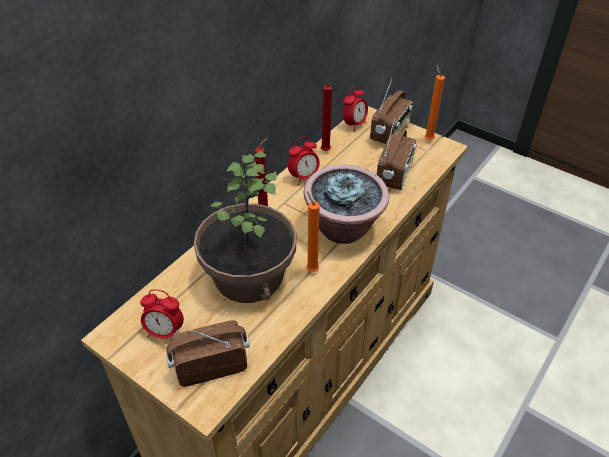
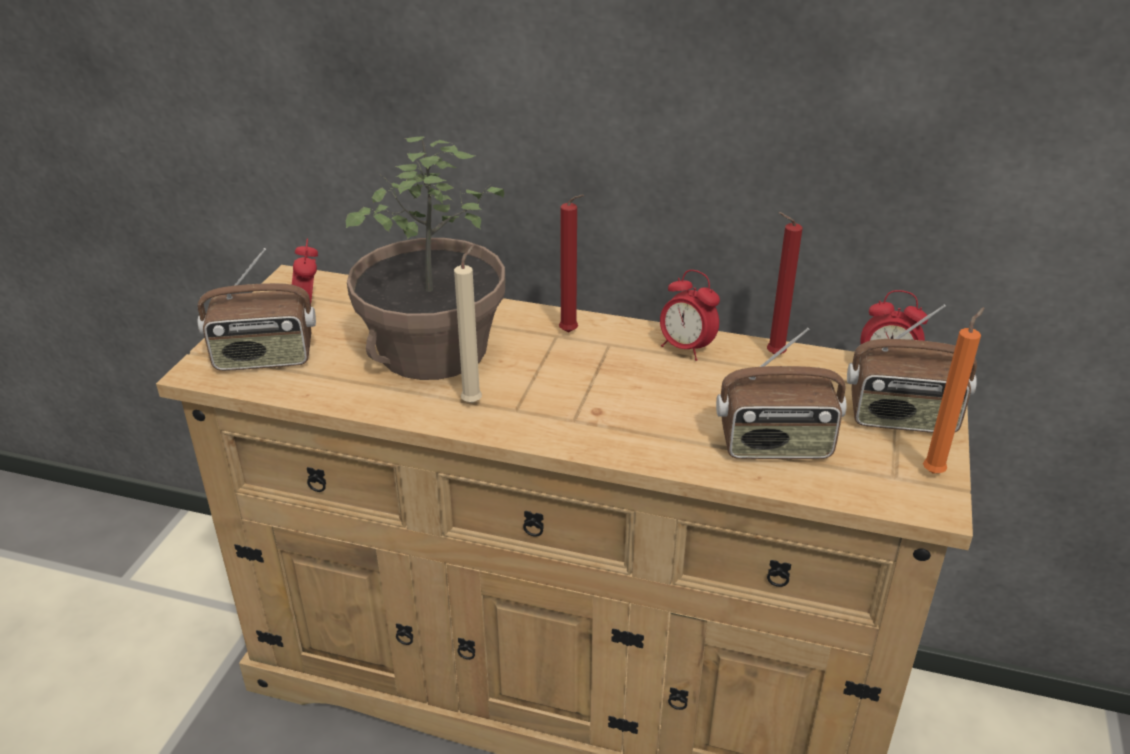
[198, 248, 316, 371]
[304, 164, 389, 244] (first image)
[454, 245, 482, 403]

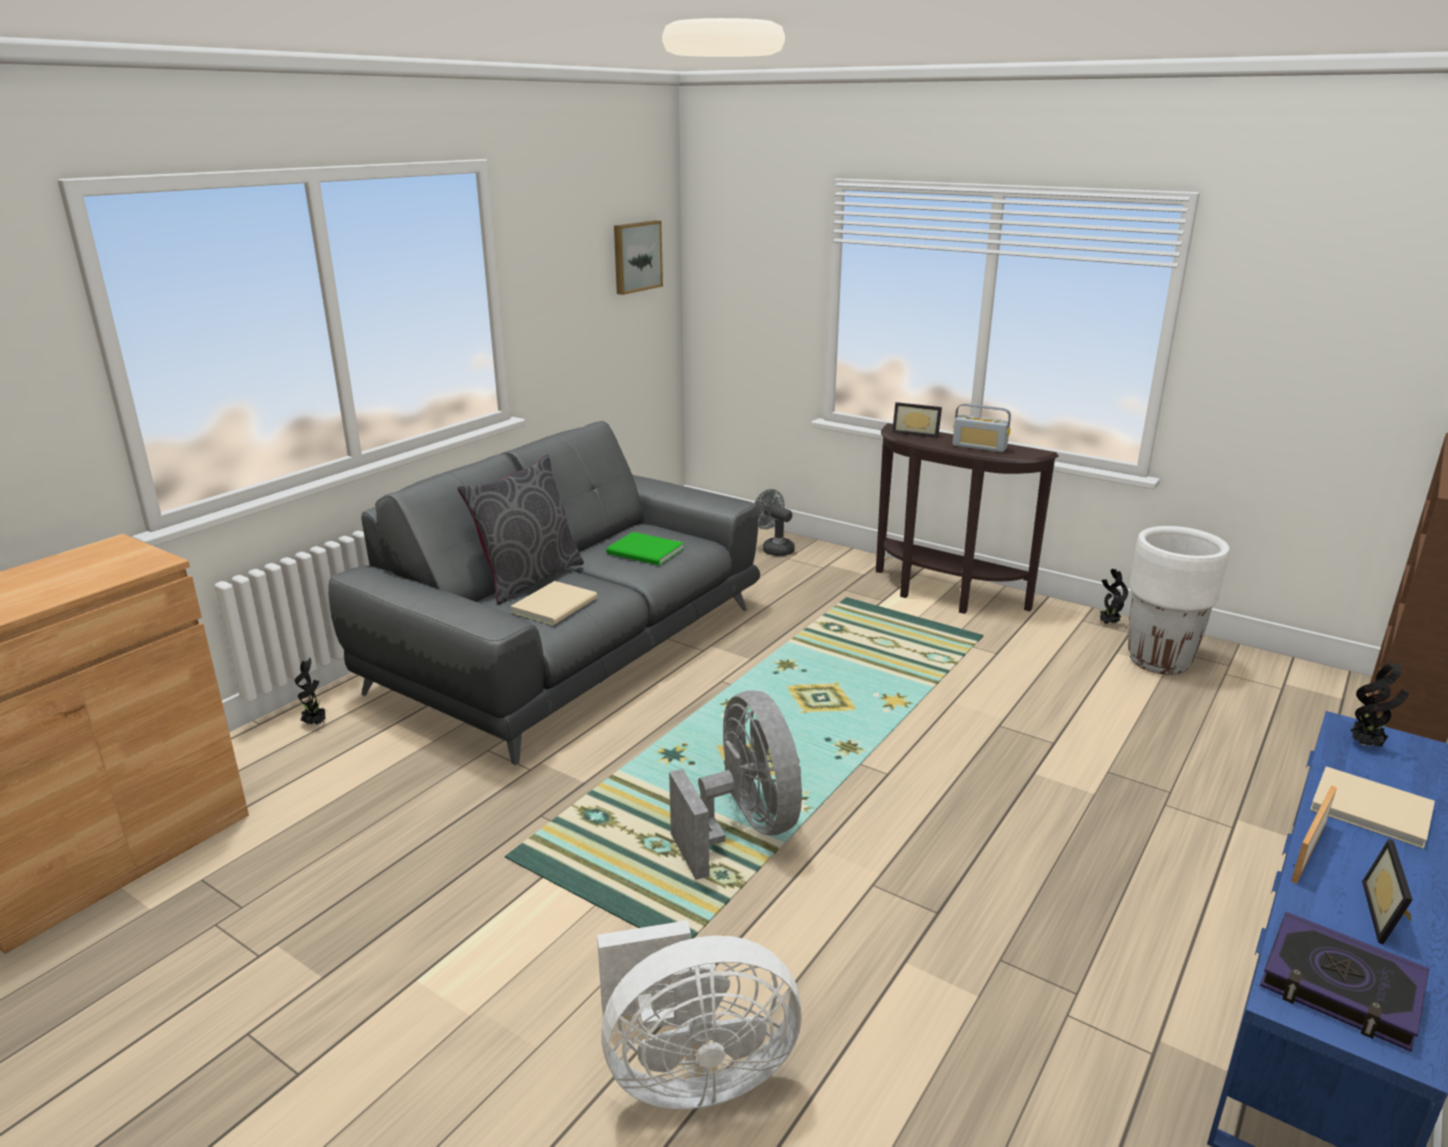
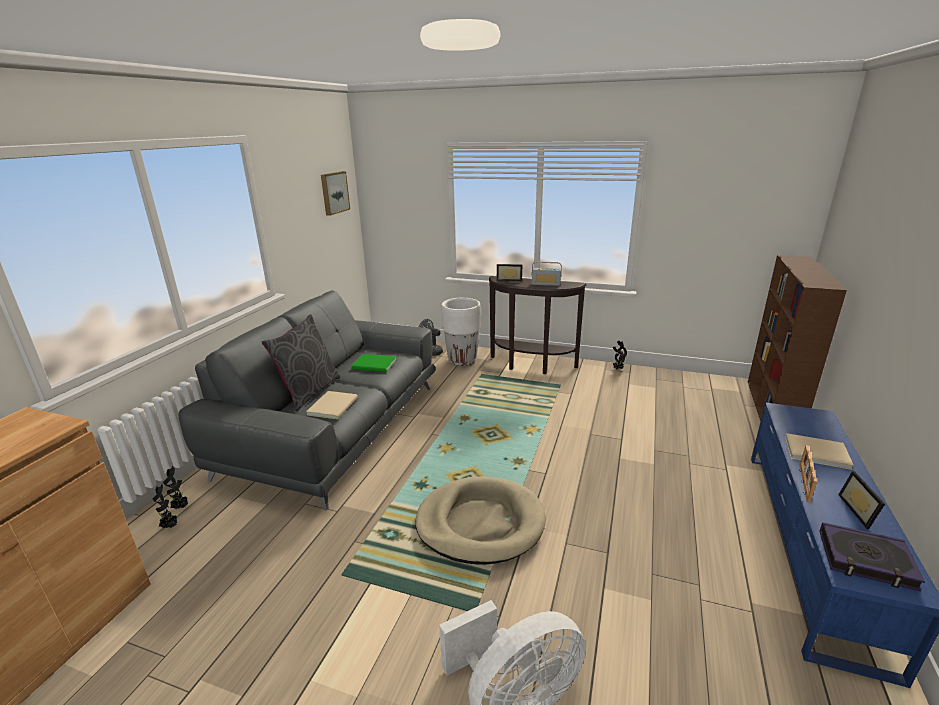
[415, 476, 546, 564]
[441, 298, 481, 366]
[153, 483, 177, 528]

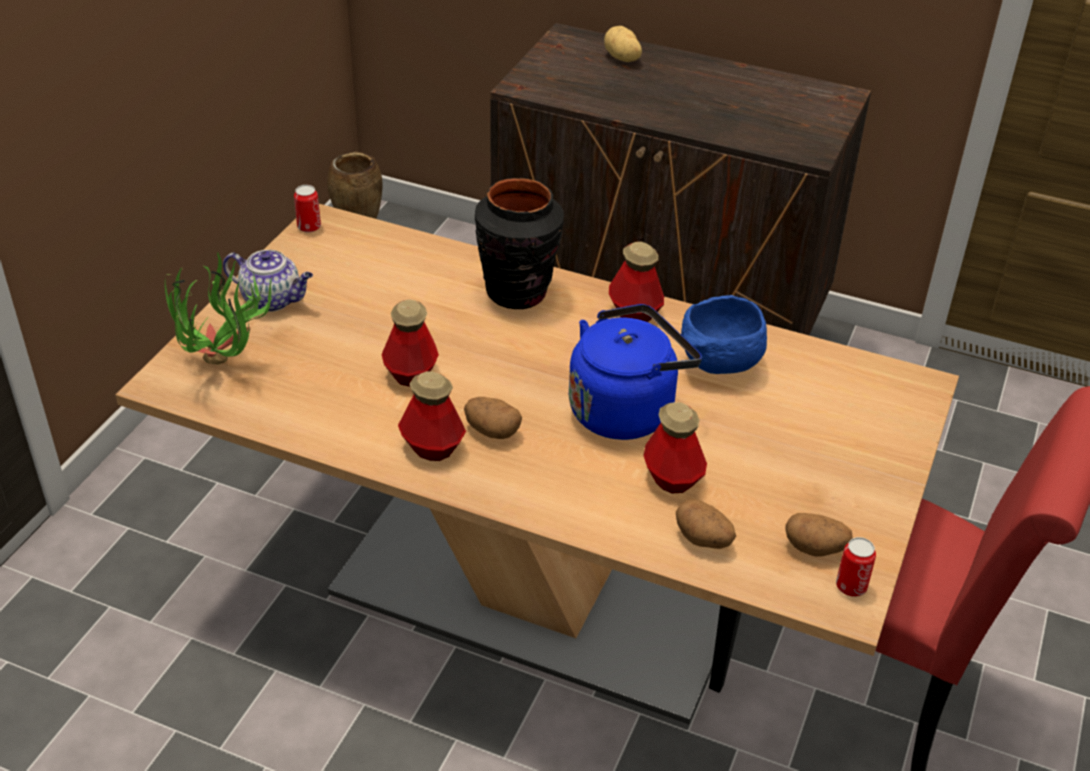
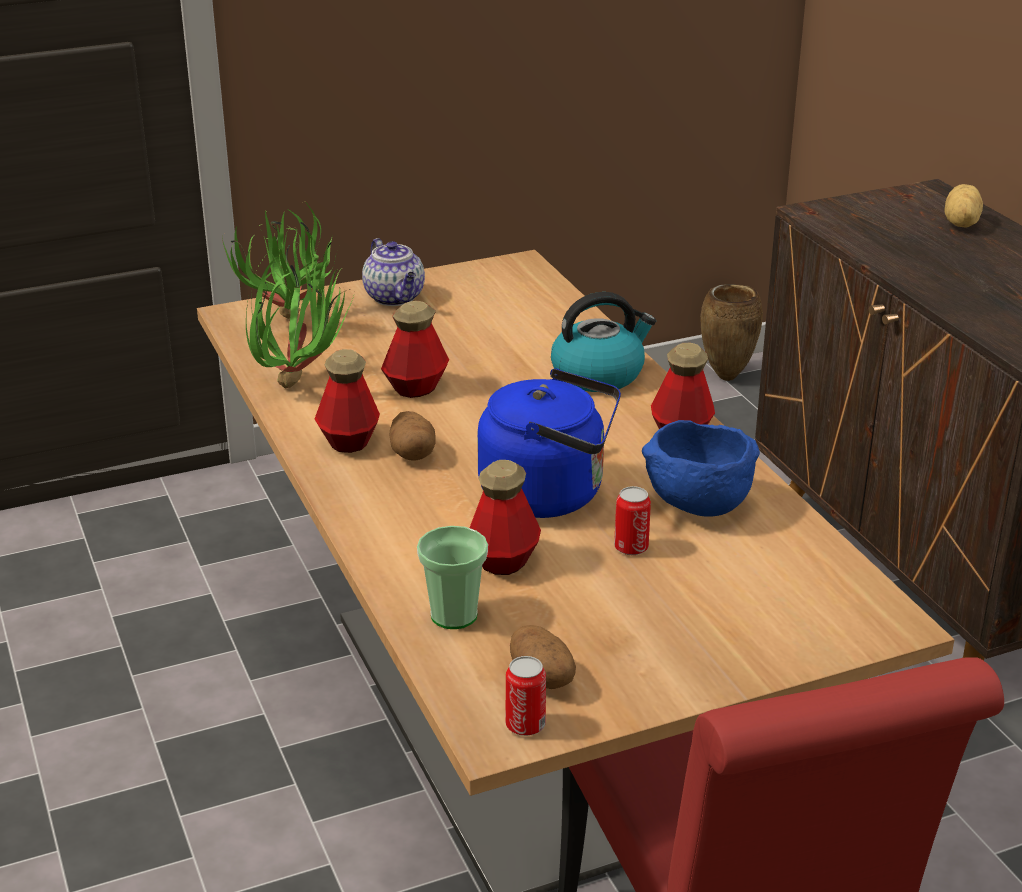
[614, 486, 651, 555]
[551, 292, 656, 392]
[417, 526, 488, 629]
[246, 255, 354, 388]

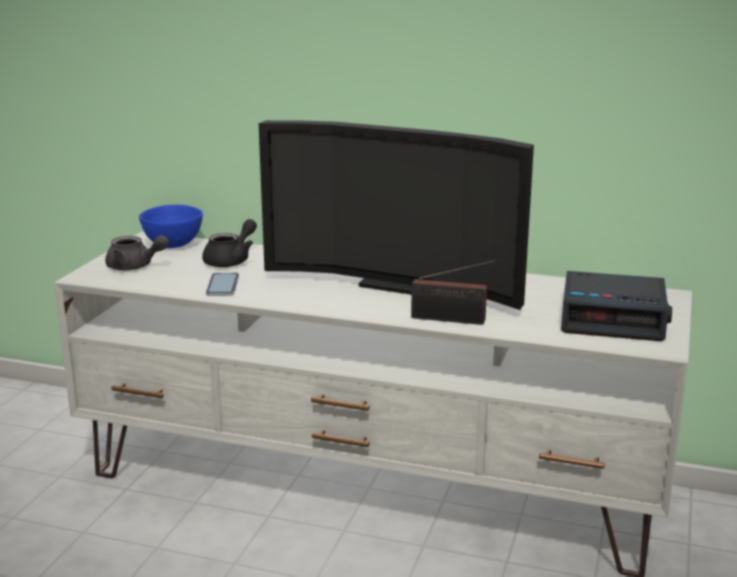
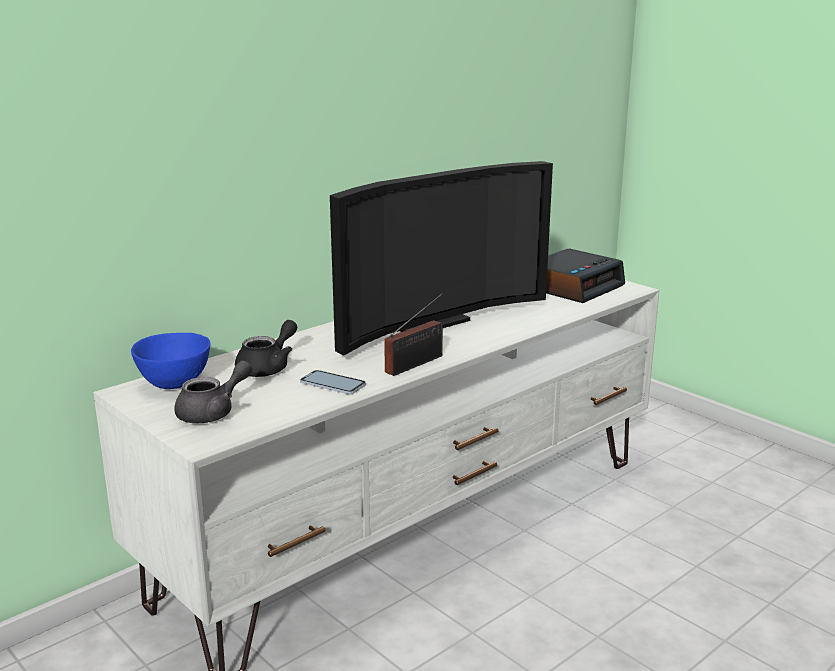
[235, 320, 297, 377]
[384, 293, 443, 376]

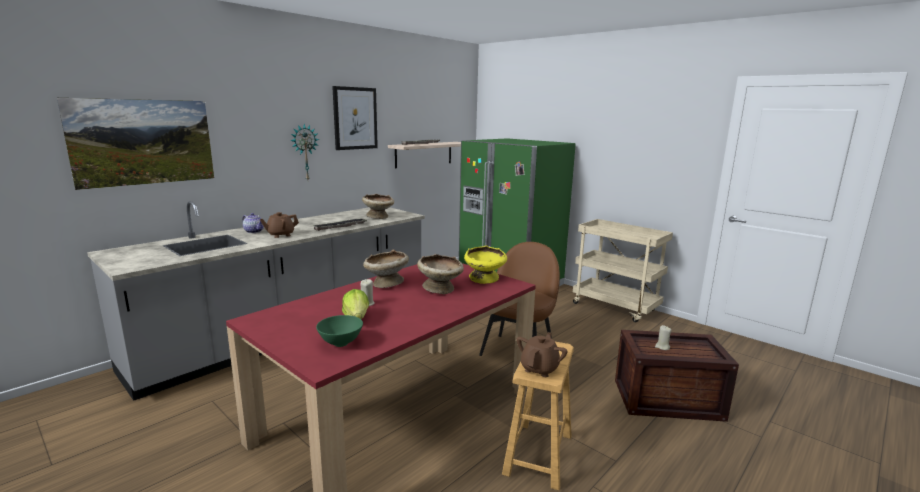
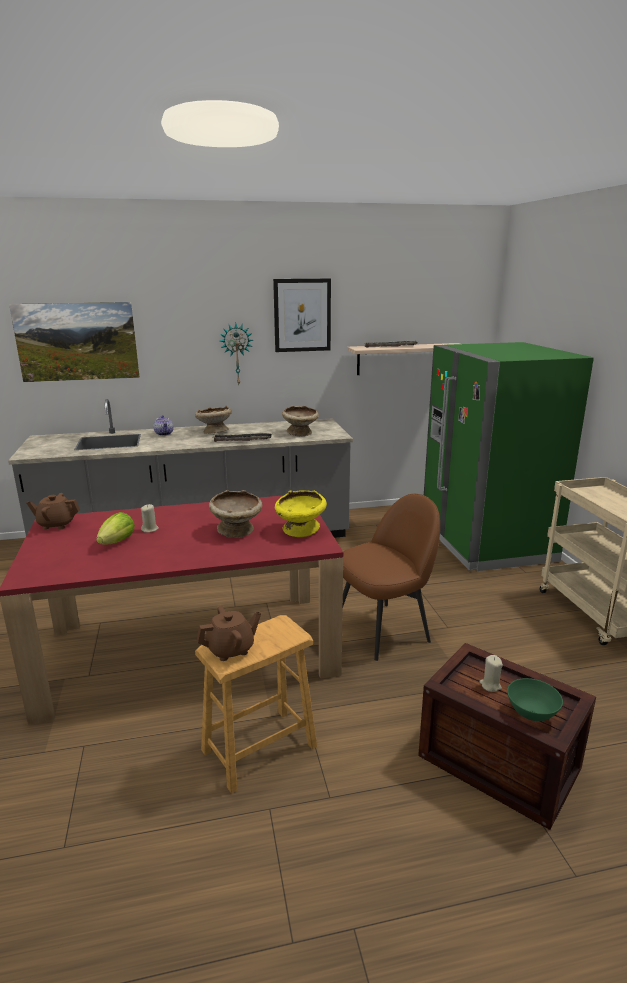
[26, 493, 80, 529]
[507, 678, 563, 721]
[195, 406, 232, 434]

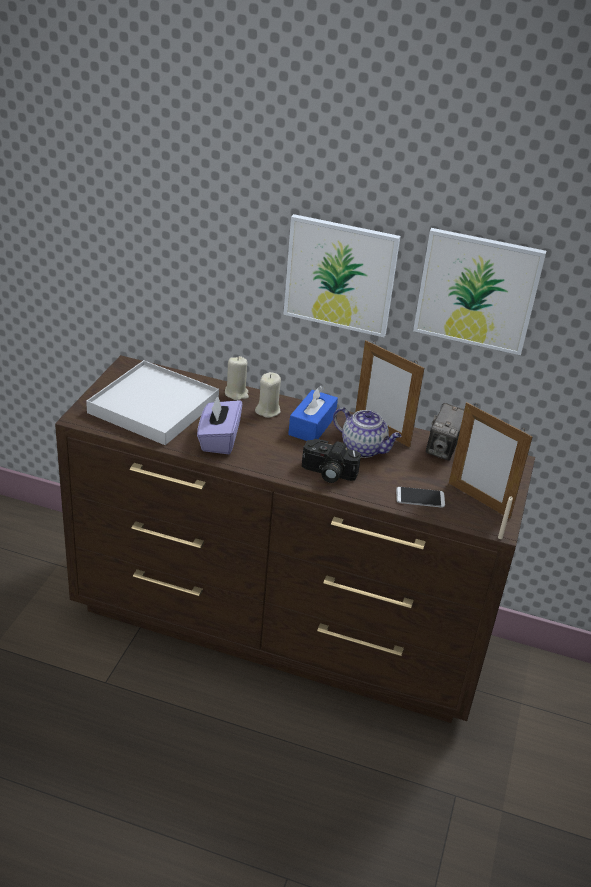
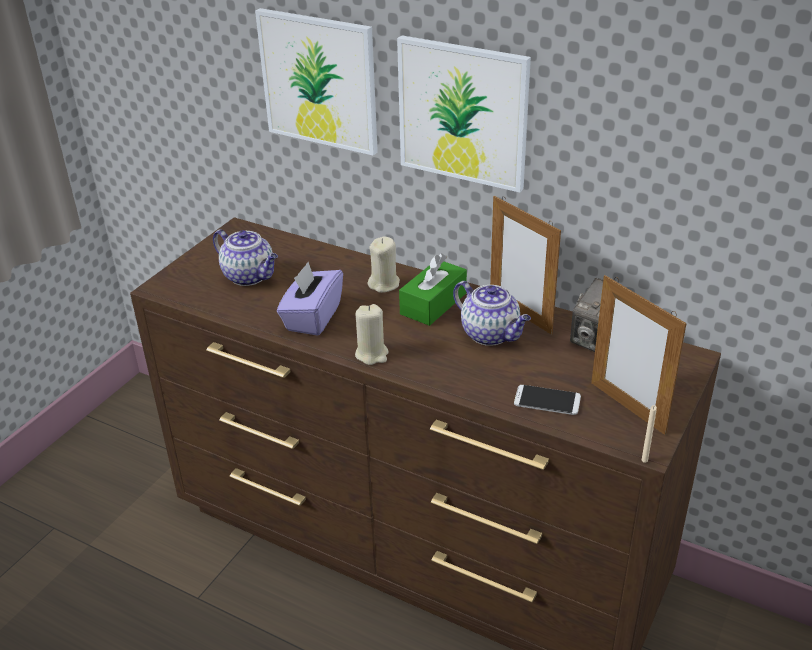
[213, 229, 278, 286]
[355, 304, 389, 365]
[399, 253, 467, 326]
[302, 439, 361, 483] (first image)
[255, 8, 378, 156]

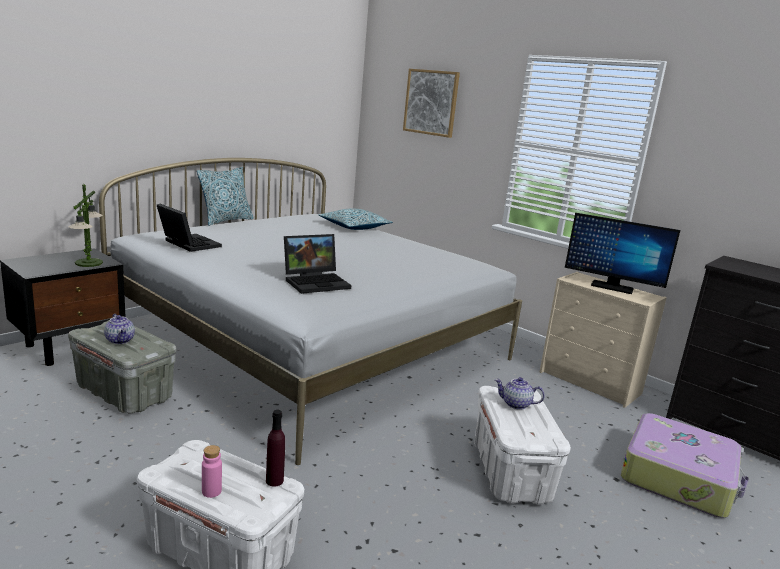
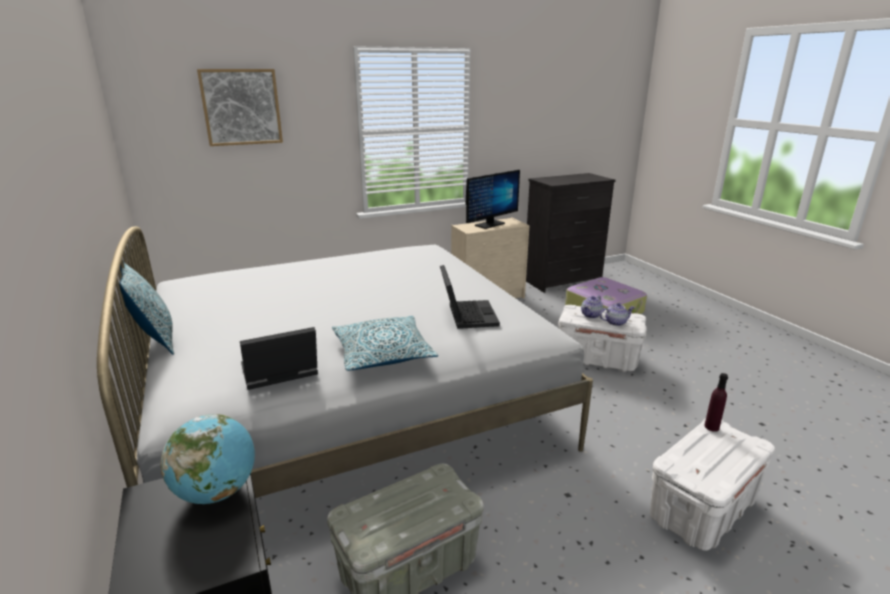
[161, 414, 255, 504]
[600, 303, 635, 326]
[202, 445, 222, 498] (first image)
[332, 316, 438, 371]

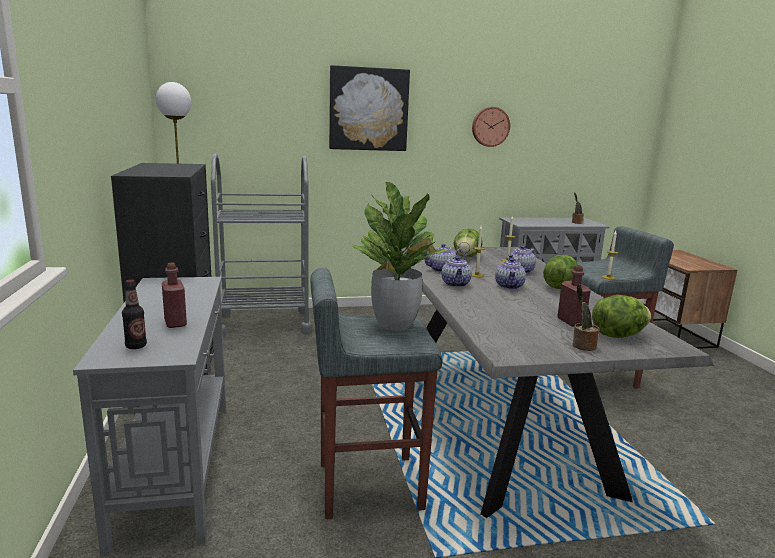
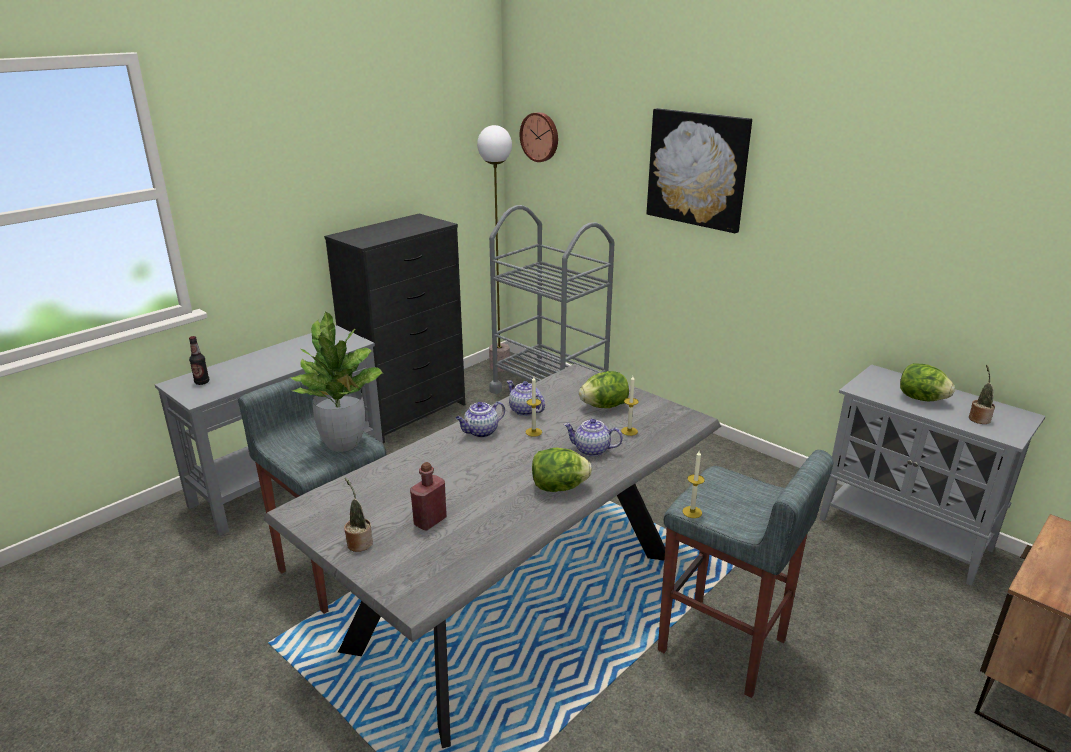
[162, 263, 187, 328] (first image)
[520, 112, 558, 162]
[495, 258, 526, 289] (first image)
[900, 363, 955, 401]

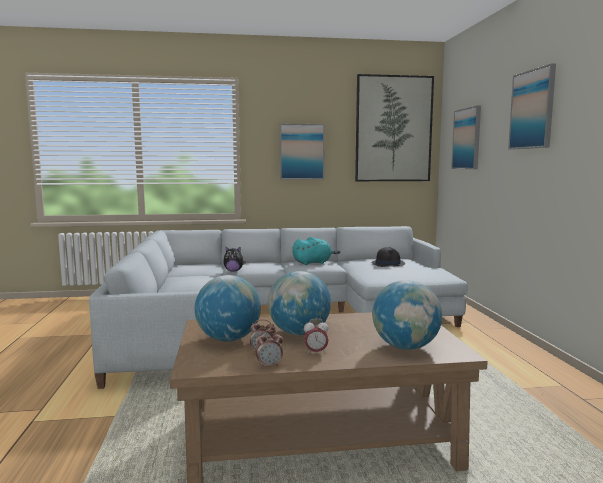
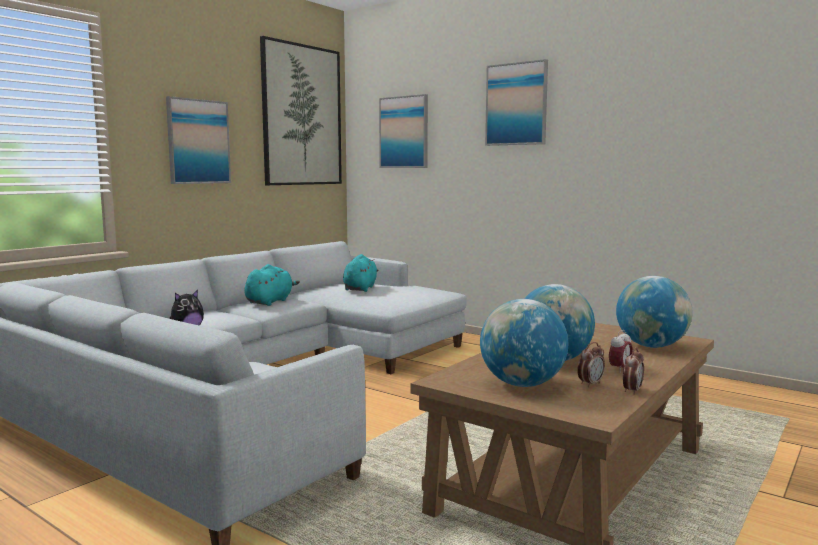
[343, 254, 378, 292]

